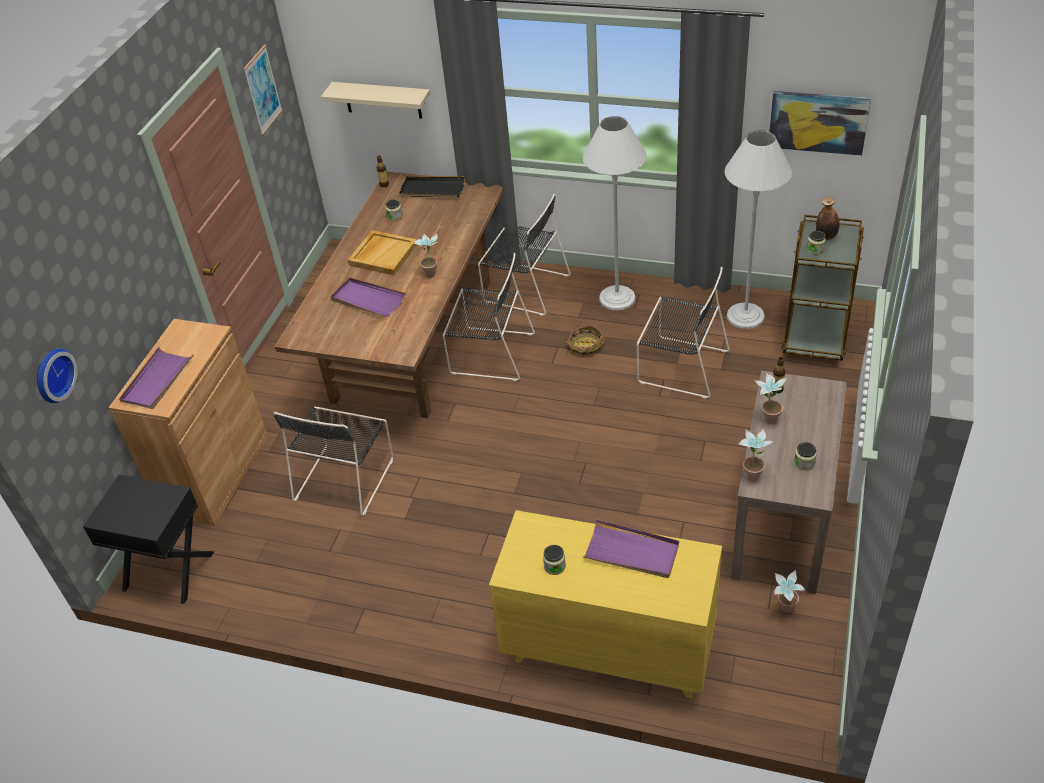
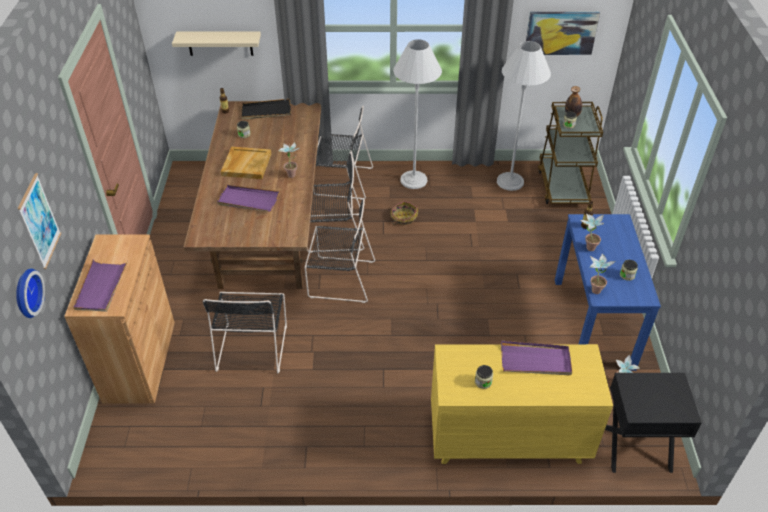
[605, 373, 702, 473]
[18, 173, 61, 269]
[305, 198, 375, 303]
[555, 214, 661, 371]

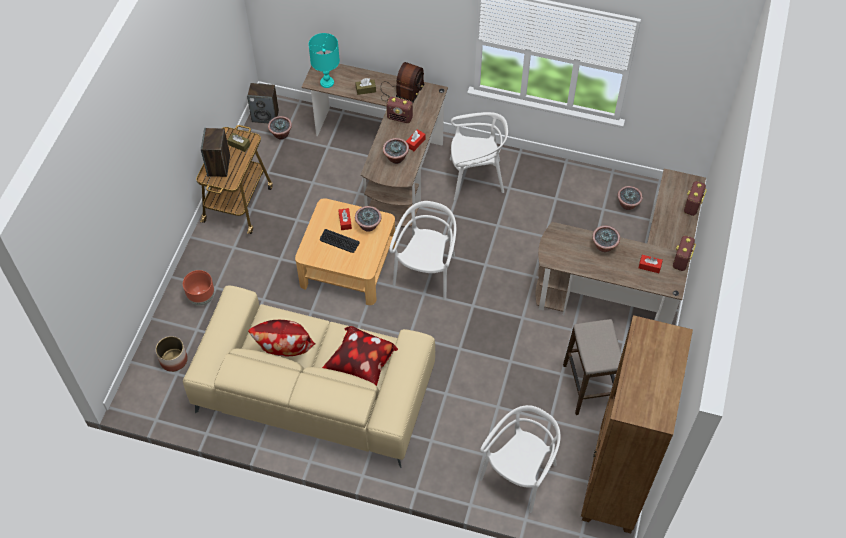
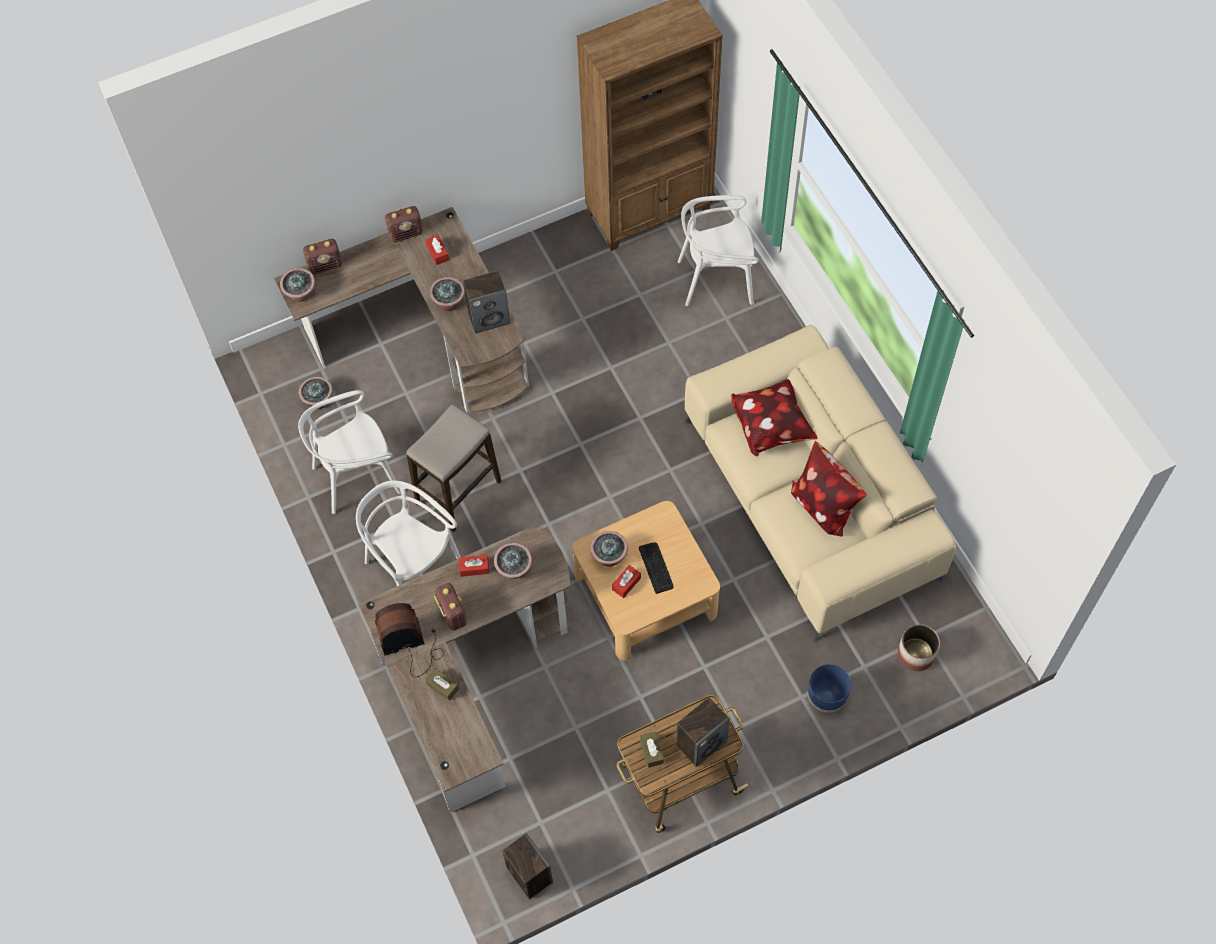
[808, 664, 851, 713]
[280, 268, 315, 302]
[309, 33, 340, 88] (first image)
[298, 390, 401, 514]
[406, 404, 501, 532]
[463, 271, 510, 334]

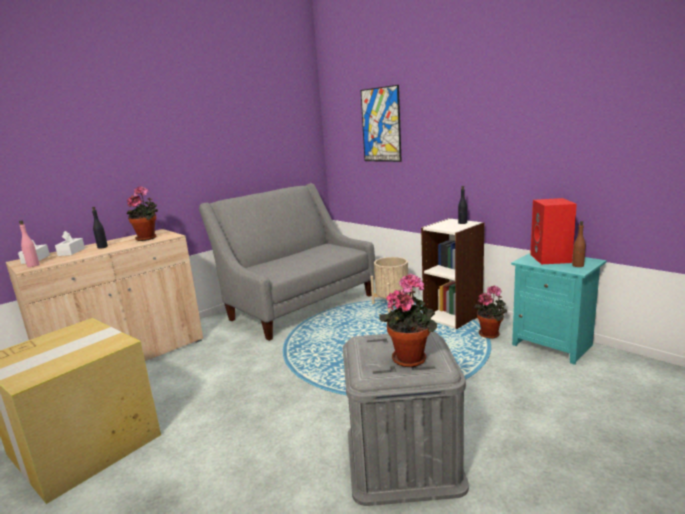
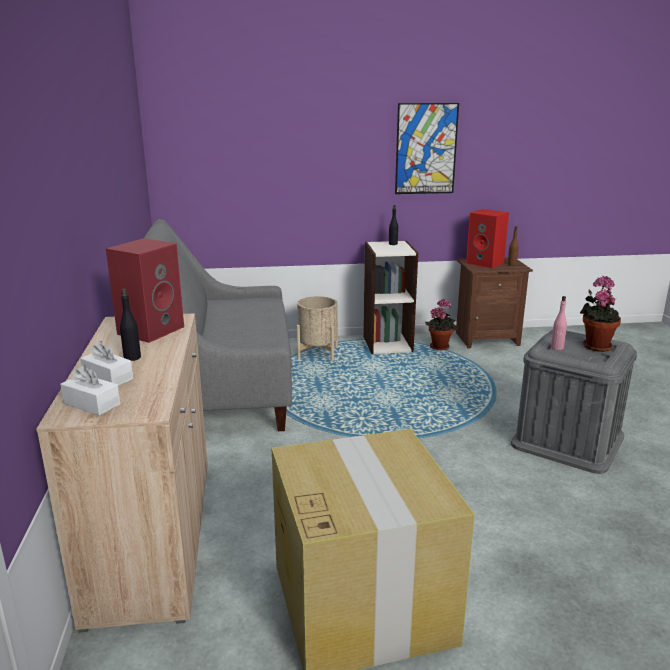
[551, 296, 567, 350]
[106, 238, 184, 343]
[395, 103, 459, 194]
[456, 257, 533, 348]

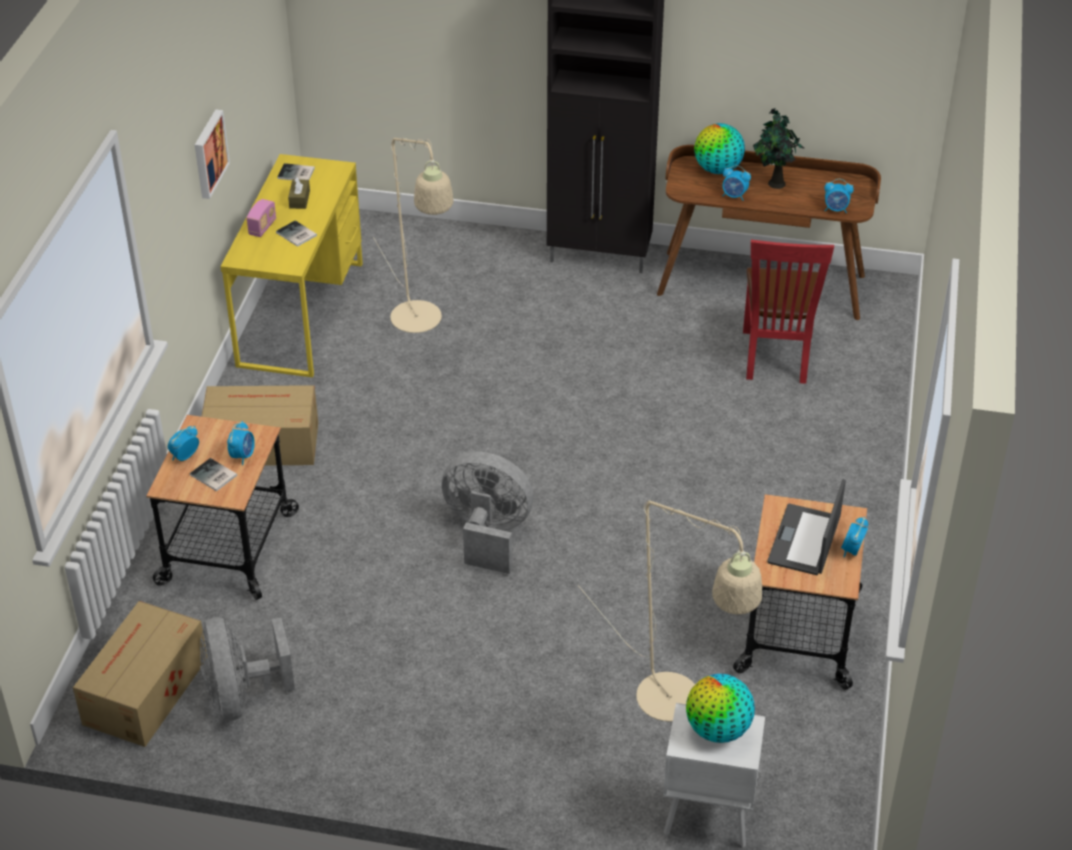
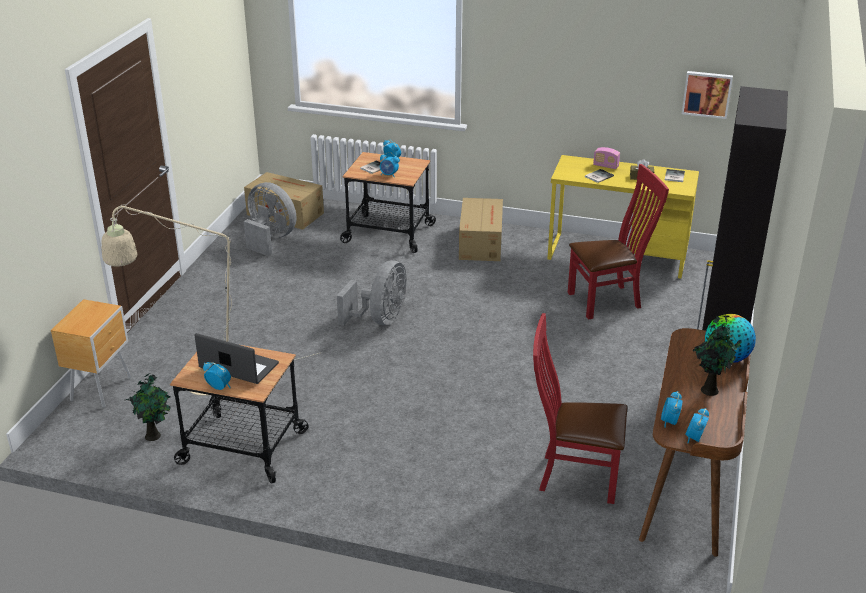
[682, 71, 733, 119]
[244, 182, 296, 256]
[568, 164, 669, 319]
[51, 299, 131, 408]
[686, 674, 755, 743] (first image)
[685, 408, 709, 444]
[126, 373, 171, 441]

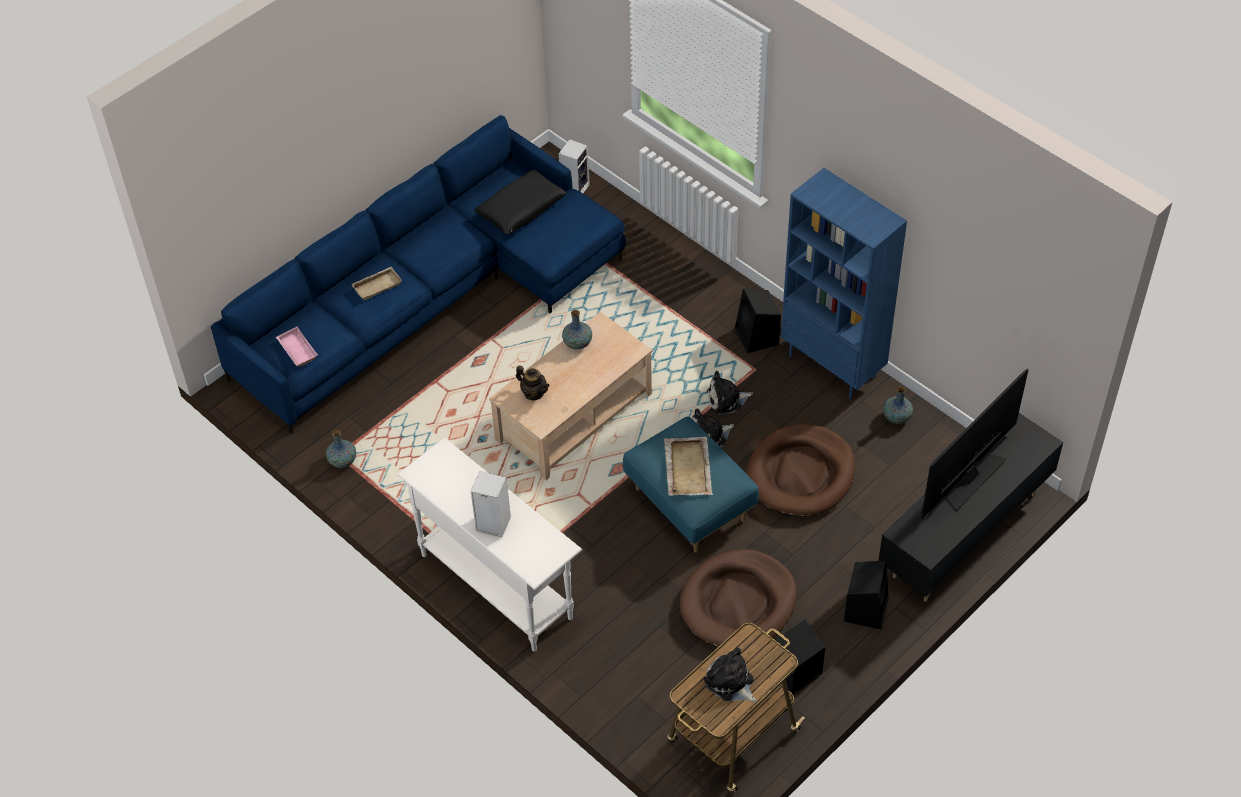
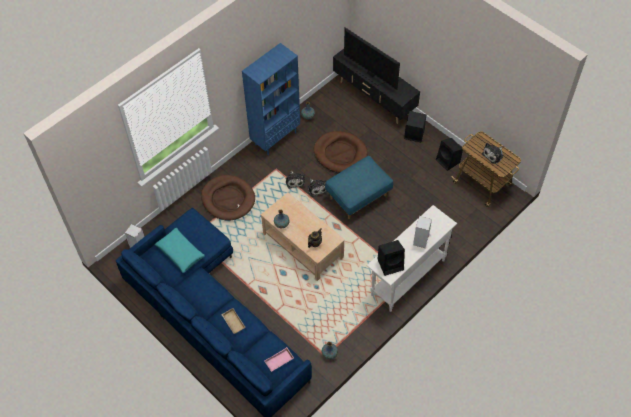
[155, 228, 205, 273]
[664, 437, 713, 496] (first image)
[201, 175, 255, 220]
[378, 240, 405, 276]

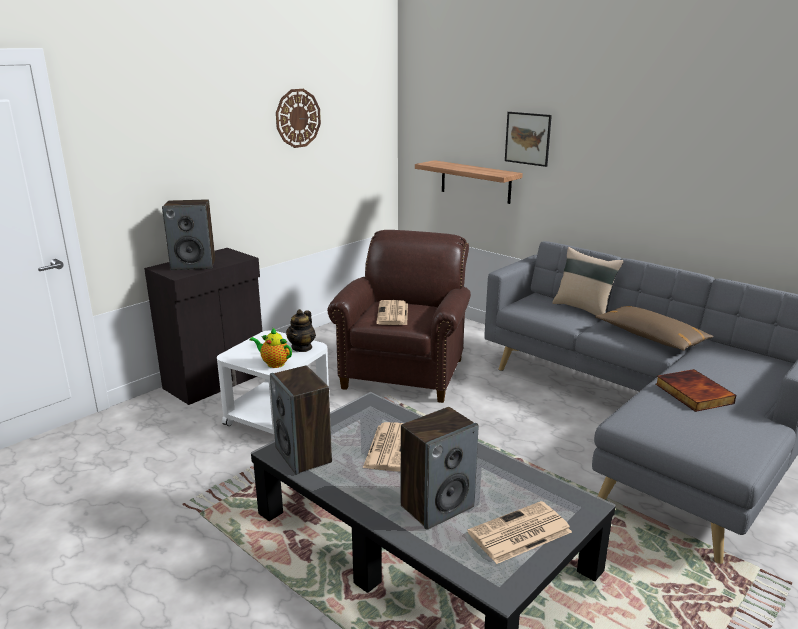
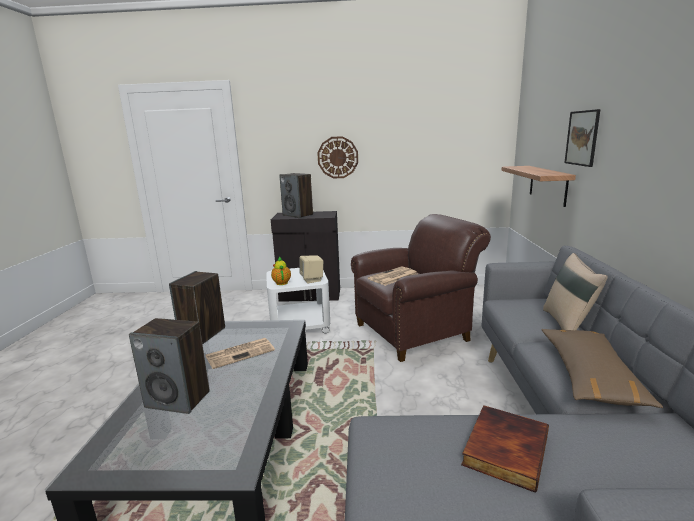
[317, 136, 358, 178]
[299, 255, 323, 283]
[467, 501, 572, 564] (first image)

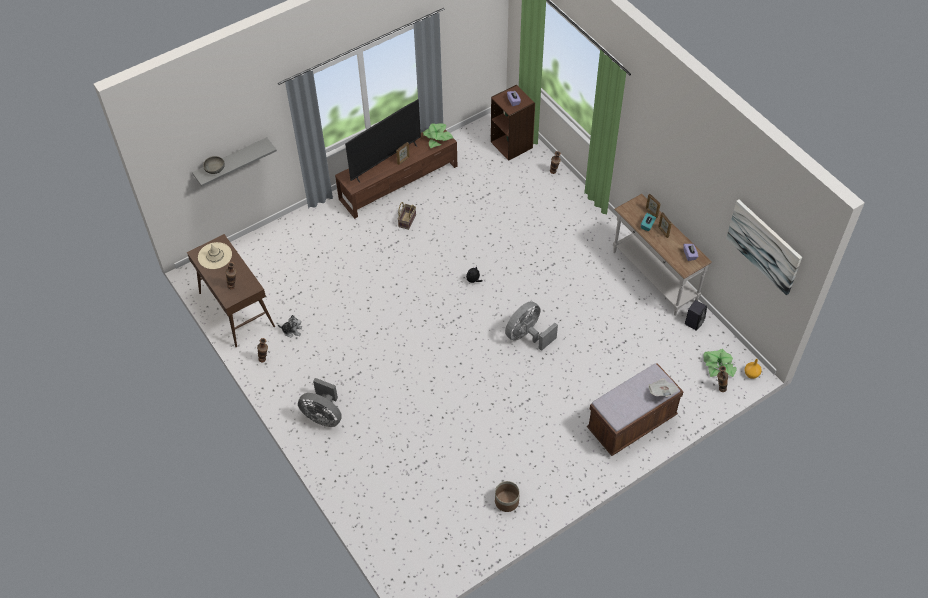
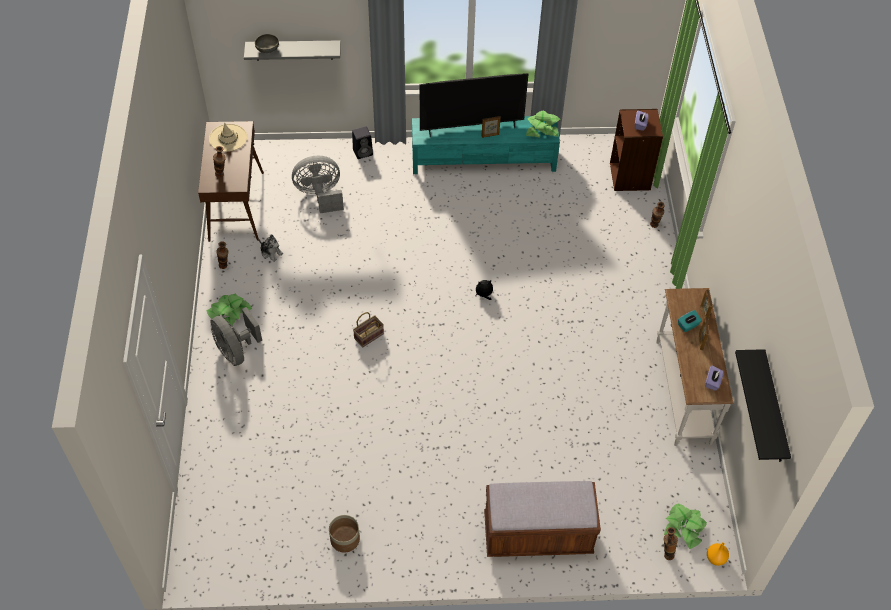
[412, 116, 560, 174]
[353, 312, 384, 347]
[292, 156, 344, 213]
[648, 379, 678, 397] (first image)
[352, 126, 373, 159]
[735, 349, 791, 462]
[206, 293, 252, 325]

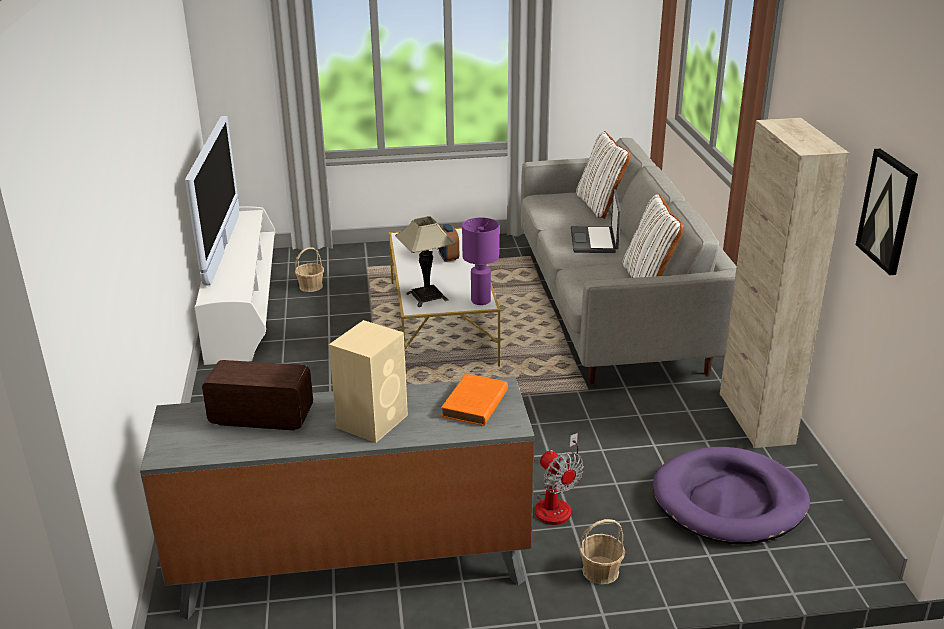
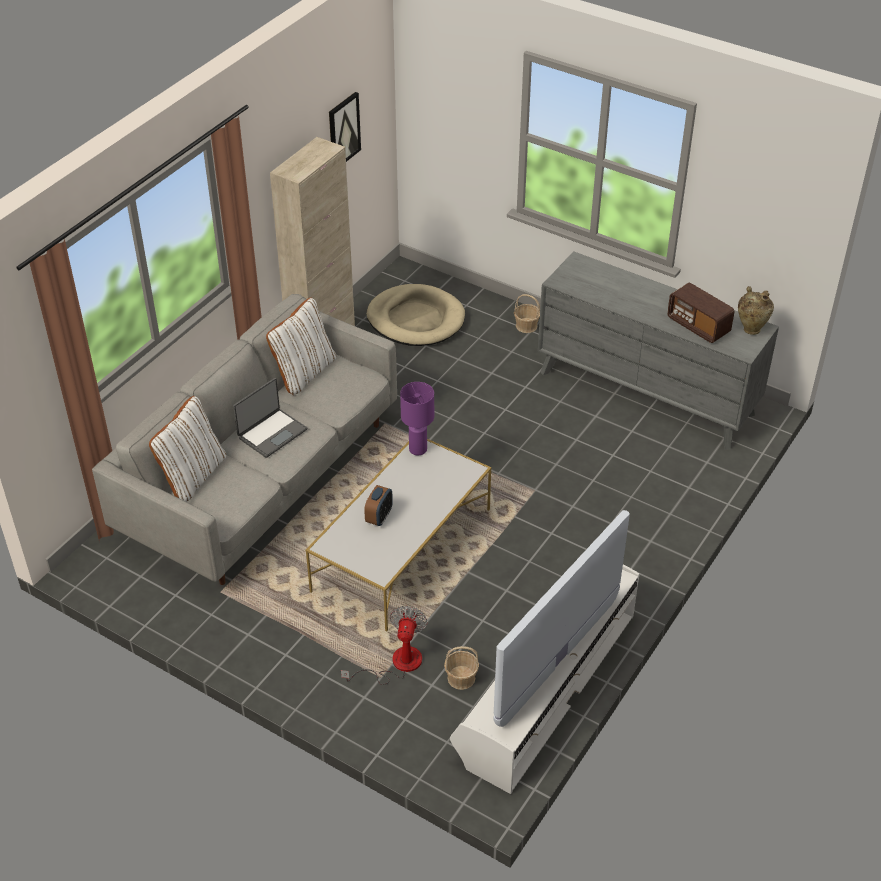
[329, 320, 408, 443] (first image)
[395, 216, 456, 307] (first image)
[441, 374, 508, 426] (first image)
[341, 606, 428, 685]
[366, 284, 465, 346]
[738, 286, 774, 335]

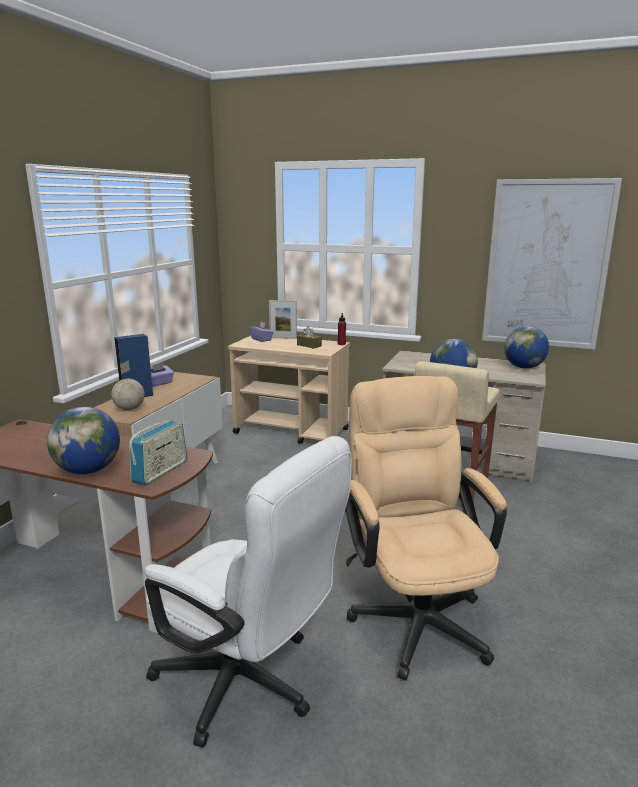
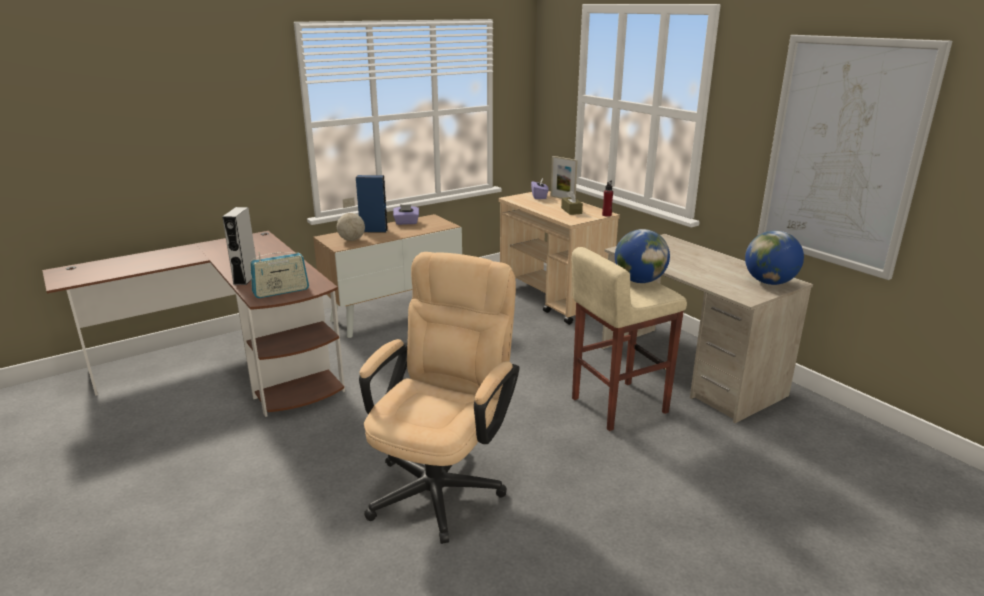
[222, 207, 256, 285]
[145, 436, 352, 748] (first image)

